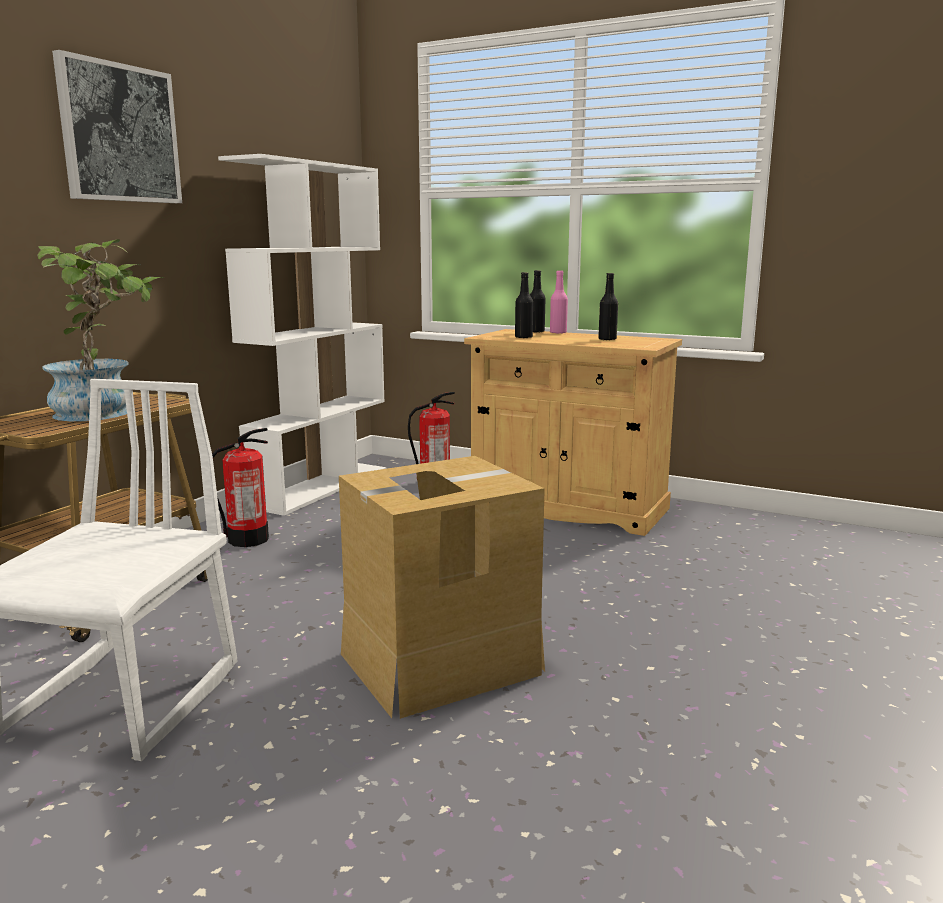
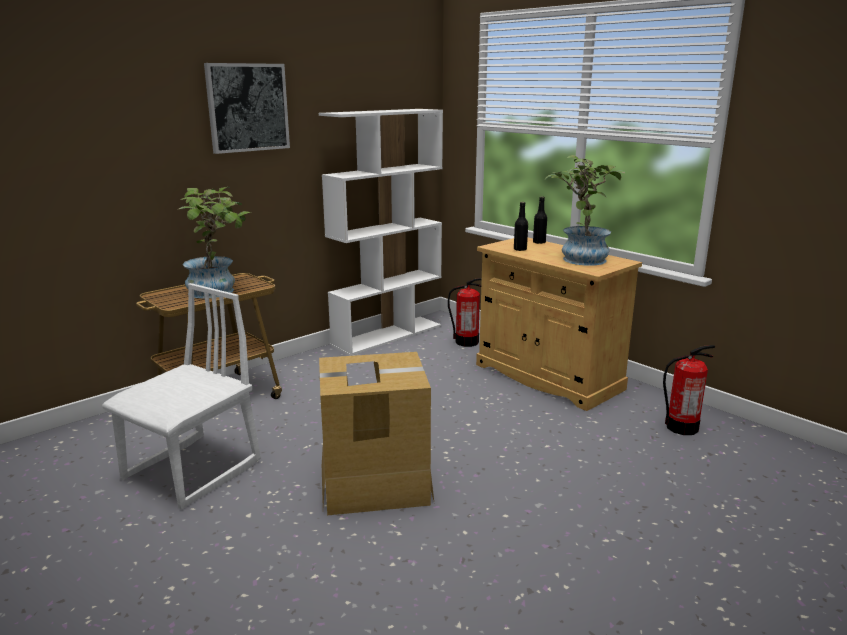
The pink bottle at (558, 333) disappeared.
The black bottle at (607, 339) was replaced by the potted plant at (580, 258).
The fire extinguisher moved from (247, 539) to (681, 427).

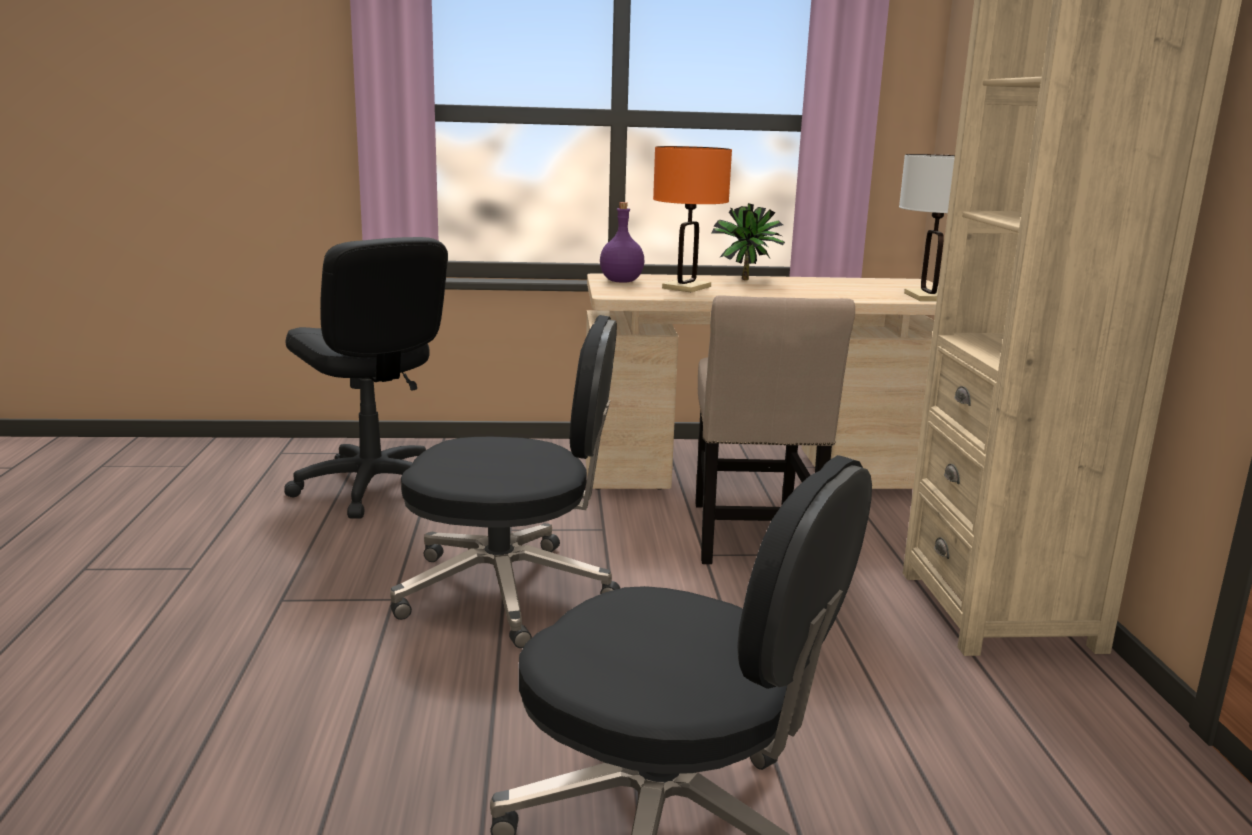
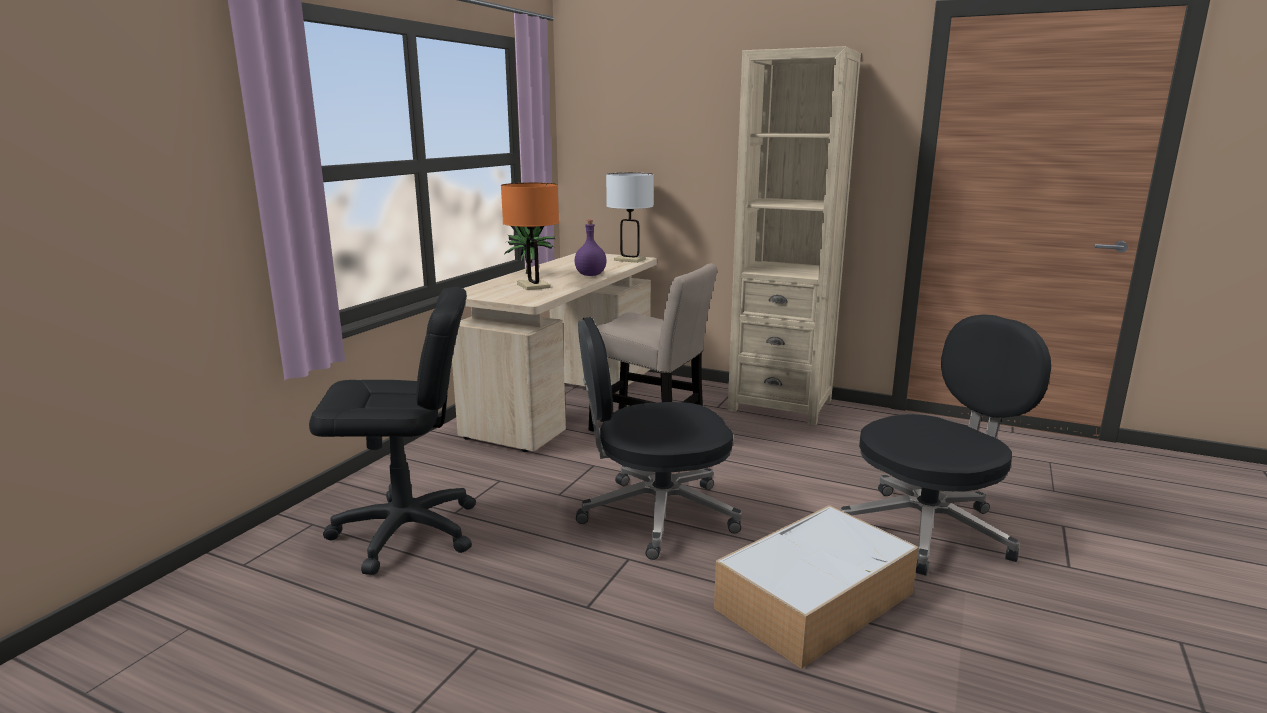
The purple bottle moved from (620, 281) to (590, 275).
The black office chair at (509, 591) turned 135 degrees counterclockwise.
The storage box at (816, 599) appeared.

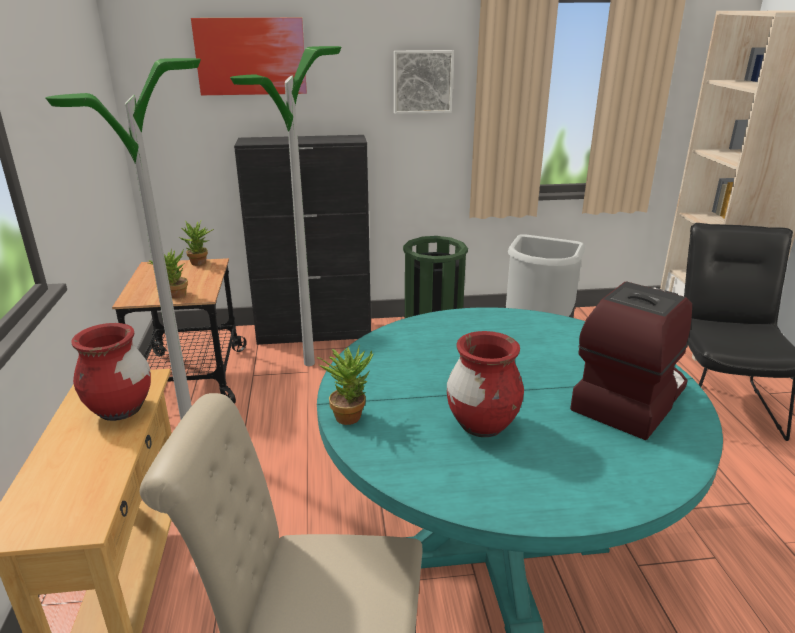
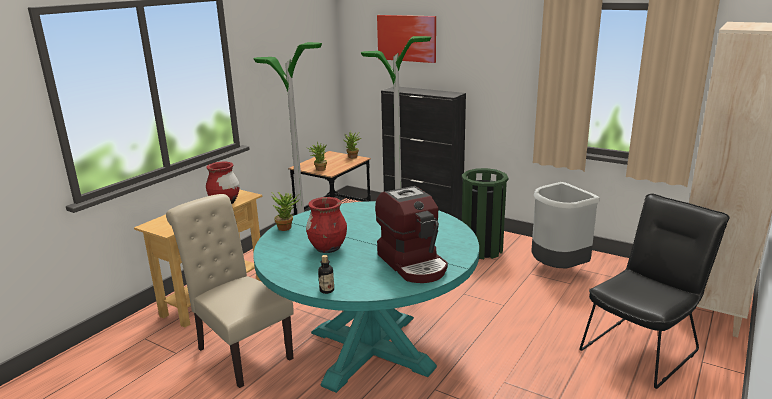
The picture at (422, 81) disappeared.
The coffee machine at (628, 398) turned 75 degrees clockwise.
The bottle at (327, 290) appeared.

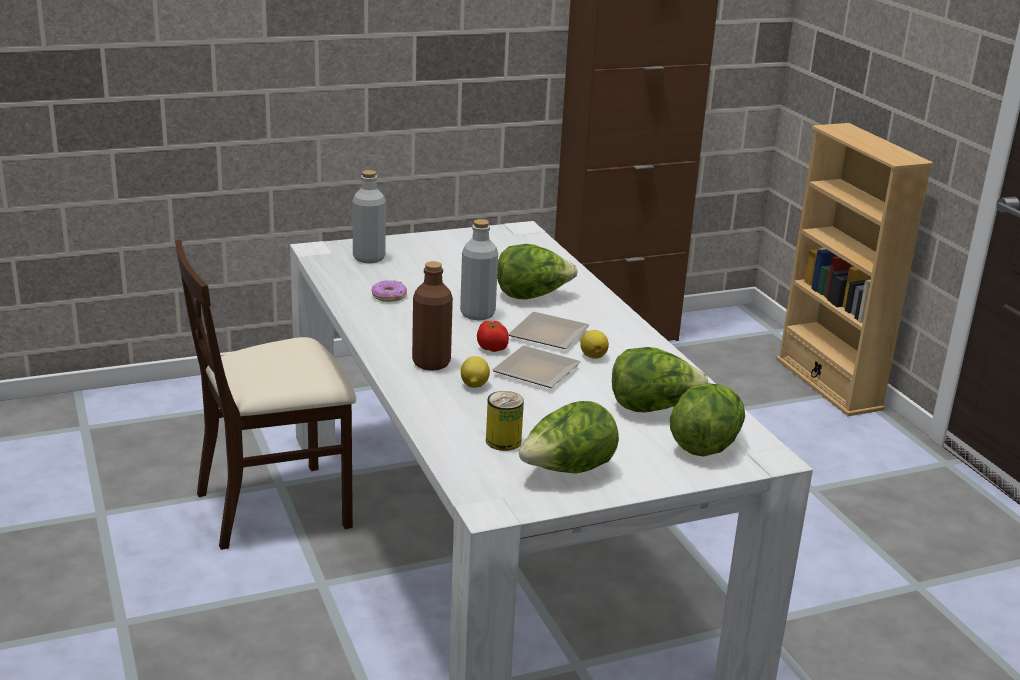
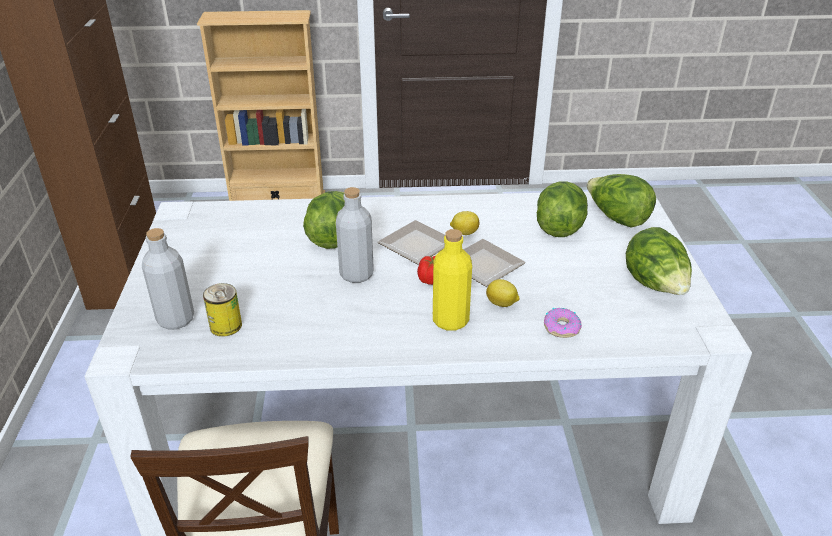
The brown bottle at (431, 363) became the yellow bottle at (450, 320).
The donut moved from (389, 296) to (561, 327).
The can moved from (503, 441) to (226, 326).

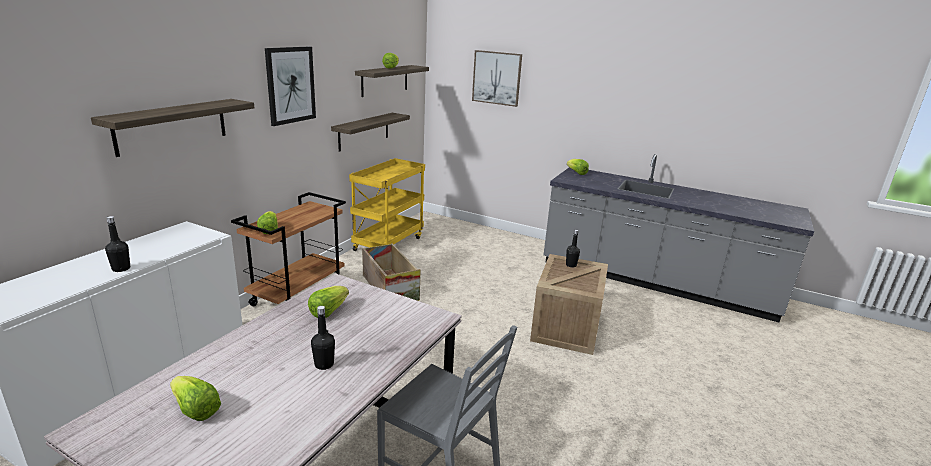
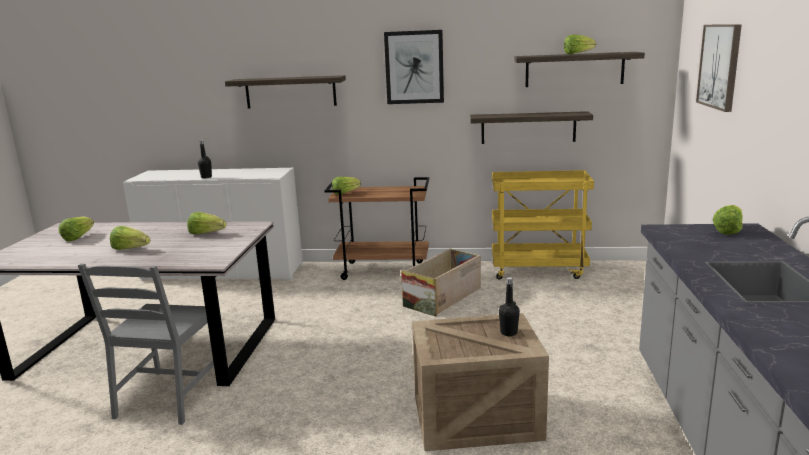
The black bottle at (324, 364) was replaced by the lettuce at (130, 249).

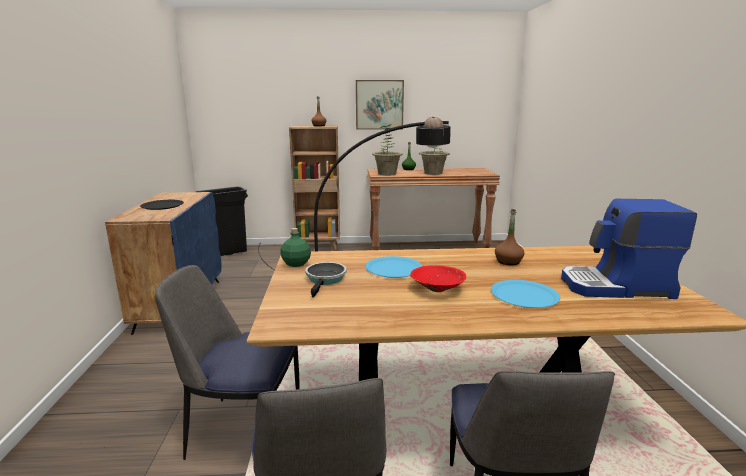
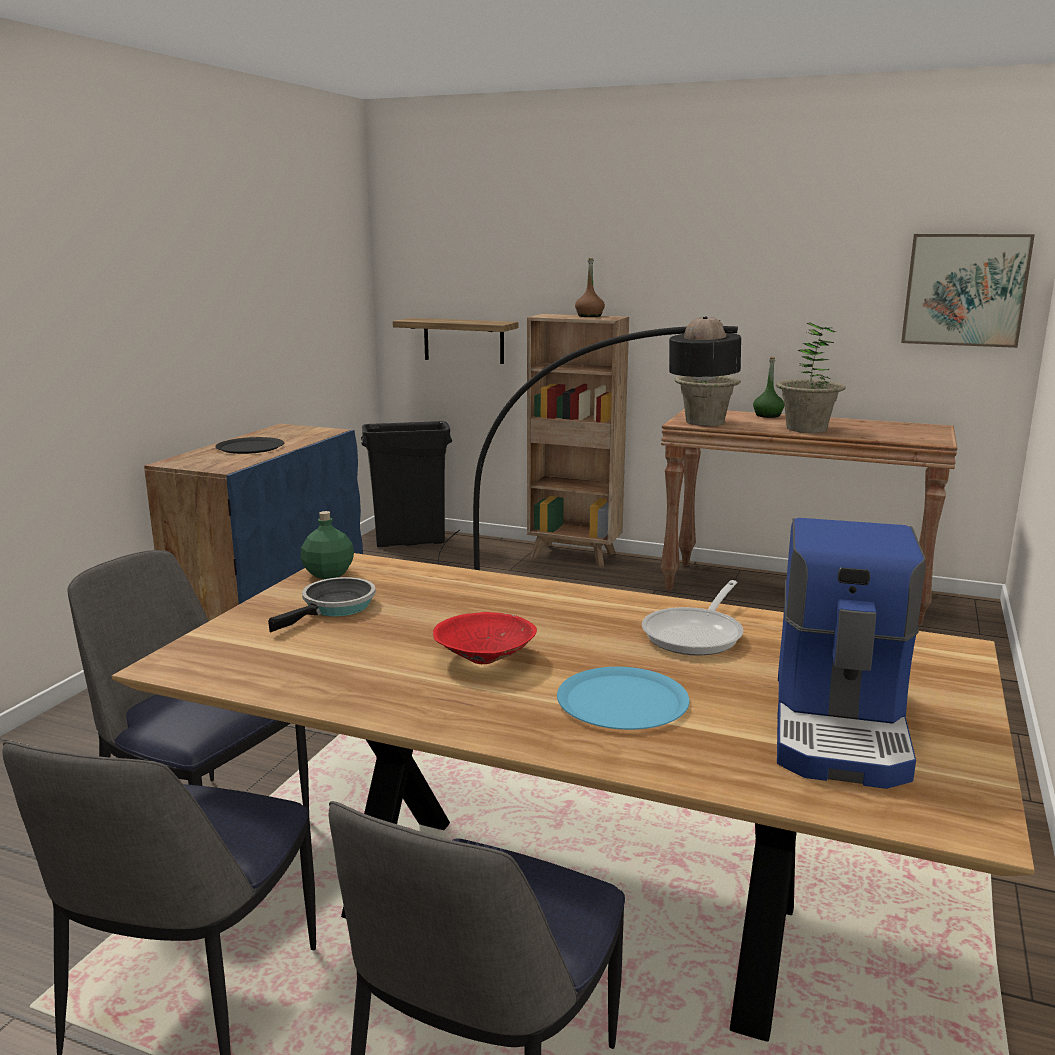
The picture moved from (379, 105) to (965, 290).
The coffee machine at (616, 287) turned 105 degrees counterclockwise.
The brown bottle at (508, 261) was replaced by the frying pan at (696, 634).
The blue plate at (393, 268) disappeared.
The shelf at (463, 340) appeared.

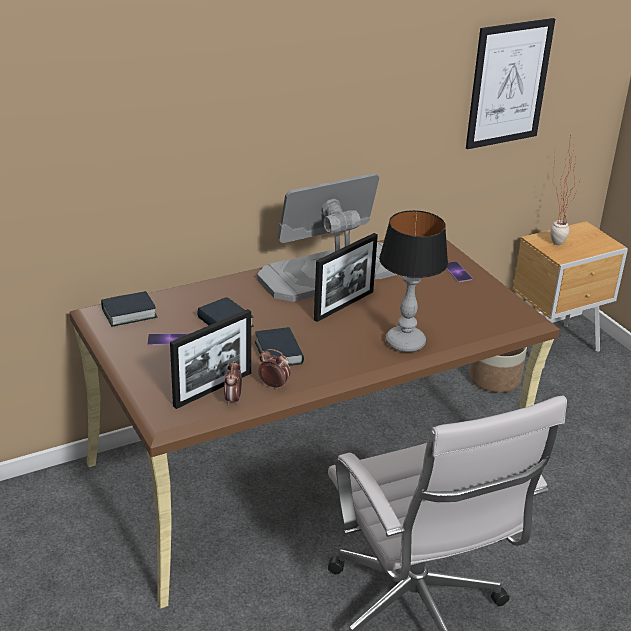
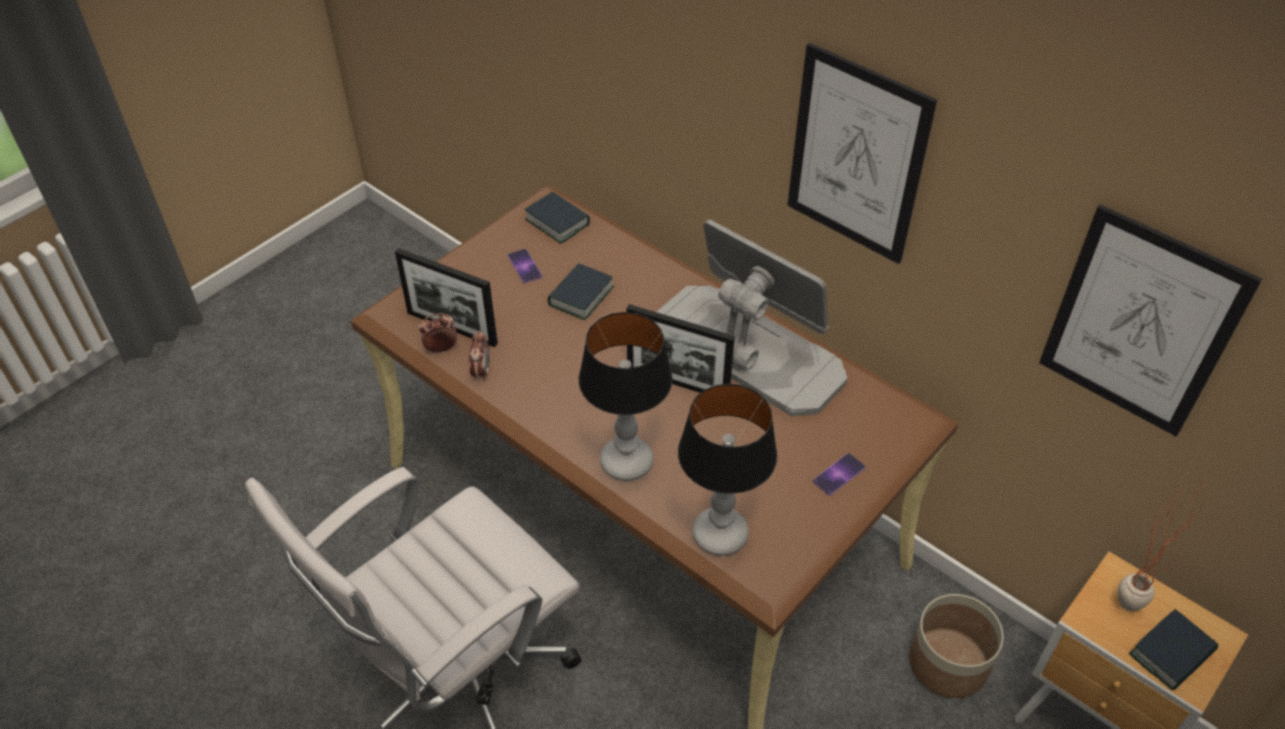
The book moved from (279, 353) to (1171, 654).
The picture at (857, 156) appeared.
The table lamp at (720, 533) appeared.

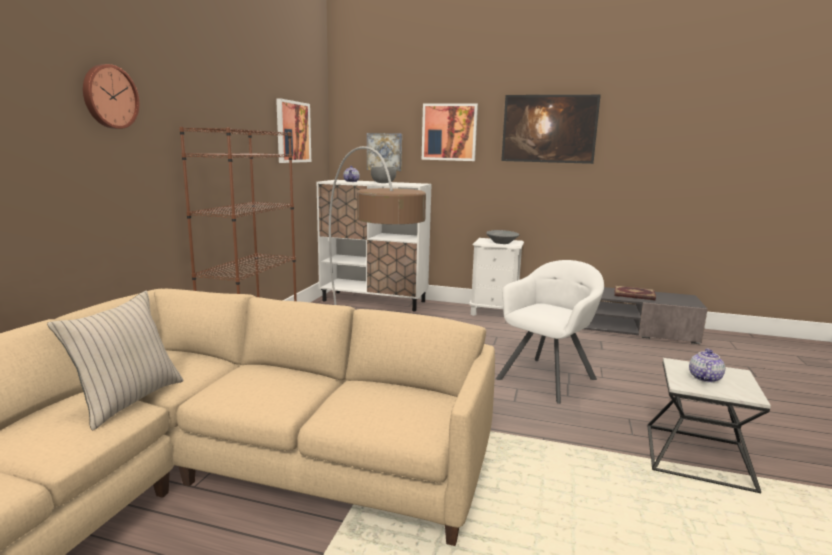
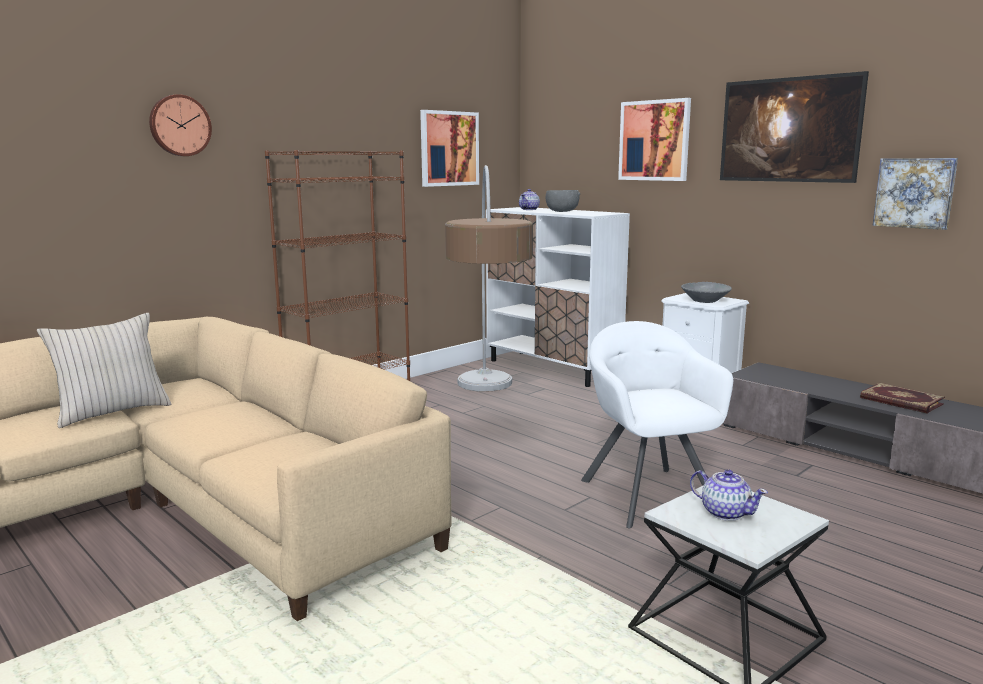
The picture moved from (385, 152) to (914, 193).
The white armchair at (547, 379) turned 90 degrees counterclockwise.
The teapot at (704, 378) turned 75 degrees clockwise.

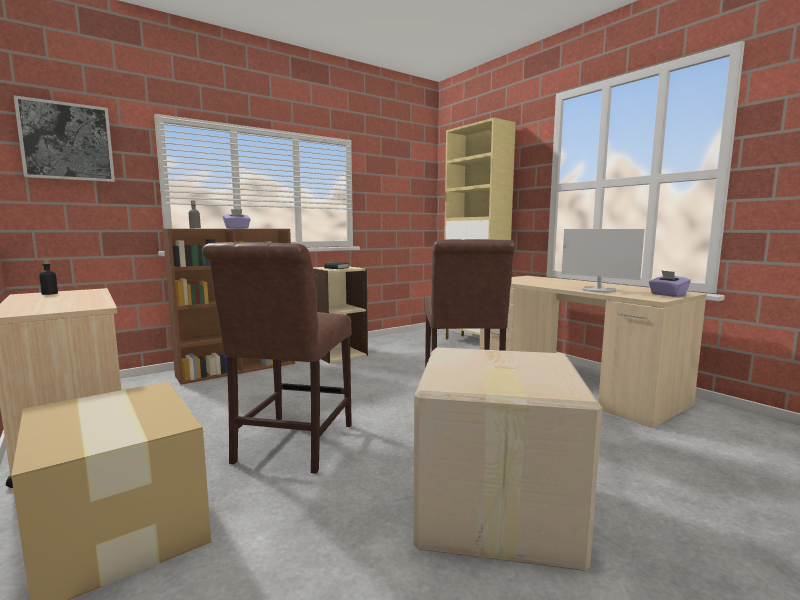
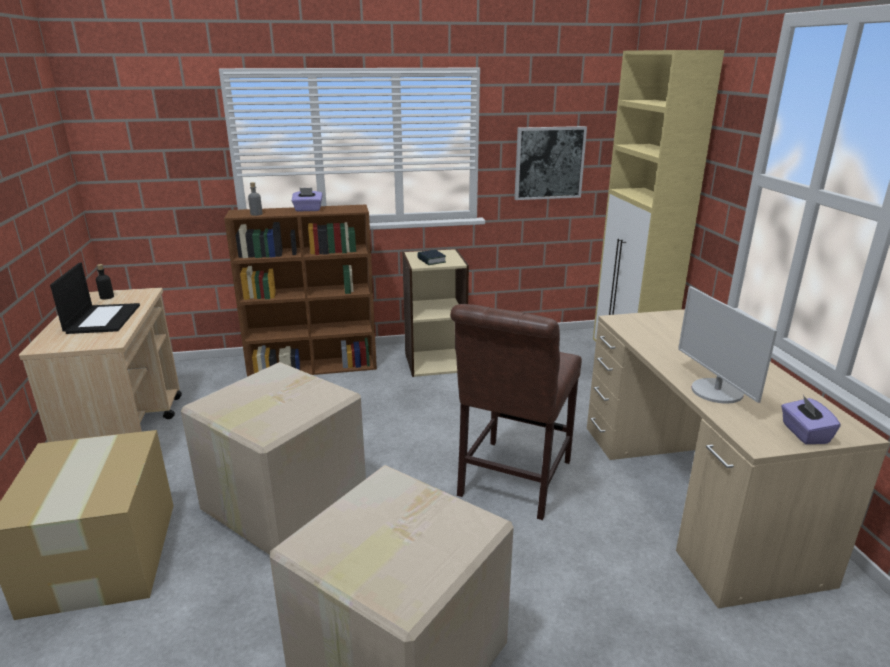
The picture moved from (67, 141) to (549, 163).
The brown chair at (290, 446) was replaced by the cardboard box at (282, 502).
The laptop at (102, 318) appeared.

